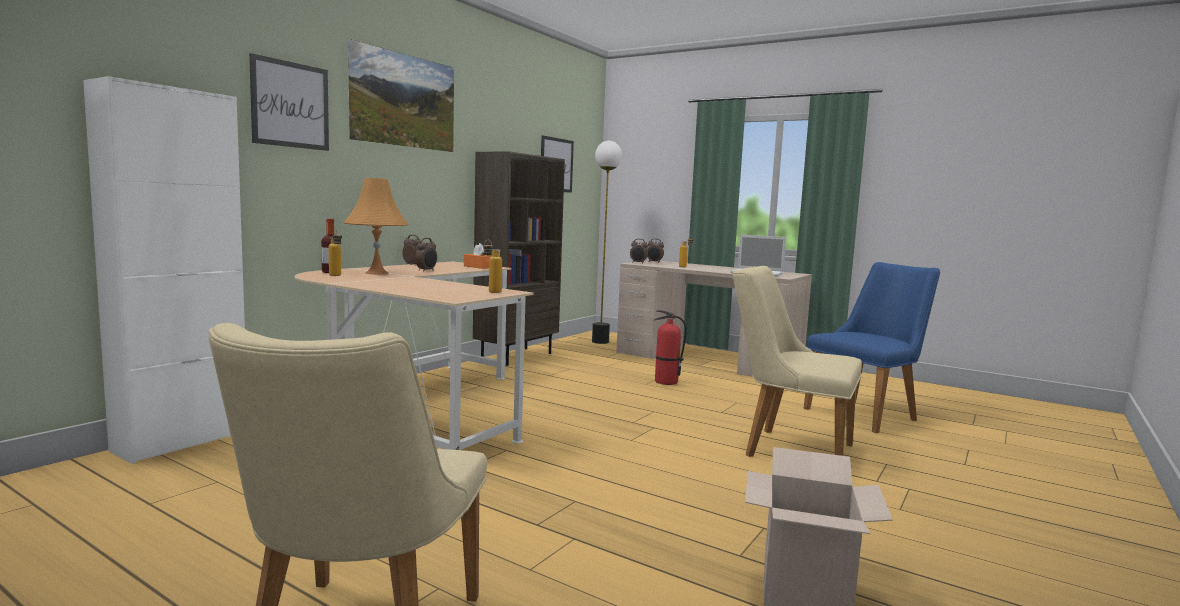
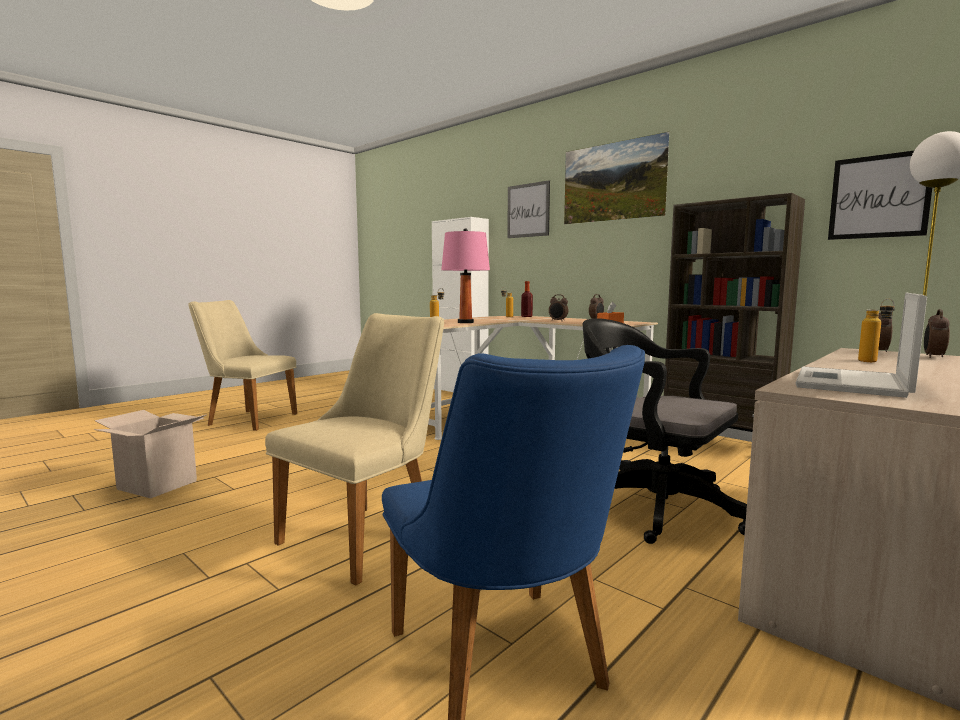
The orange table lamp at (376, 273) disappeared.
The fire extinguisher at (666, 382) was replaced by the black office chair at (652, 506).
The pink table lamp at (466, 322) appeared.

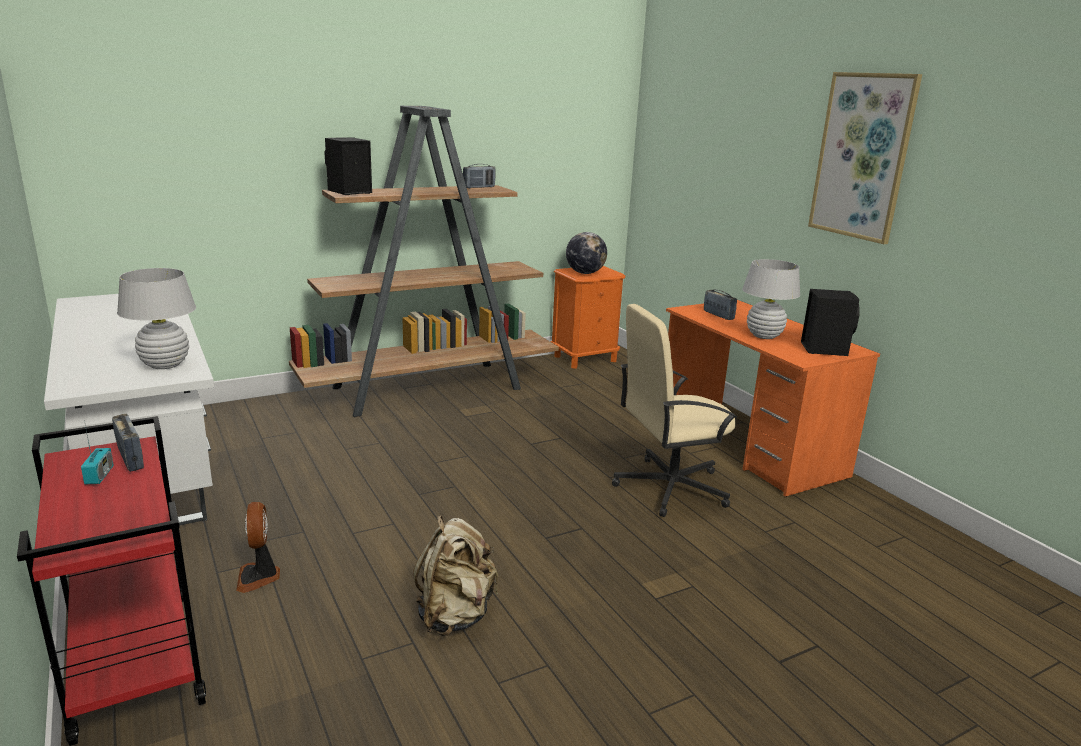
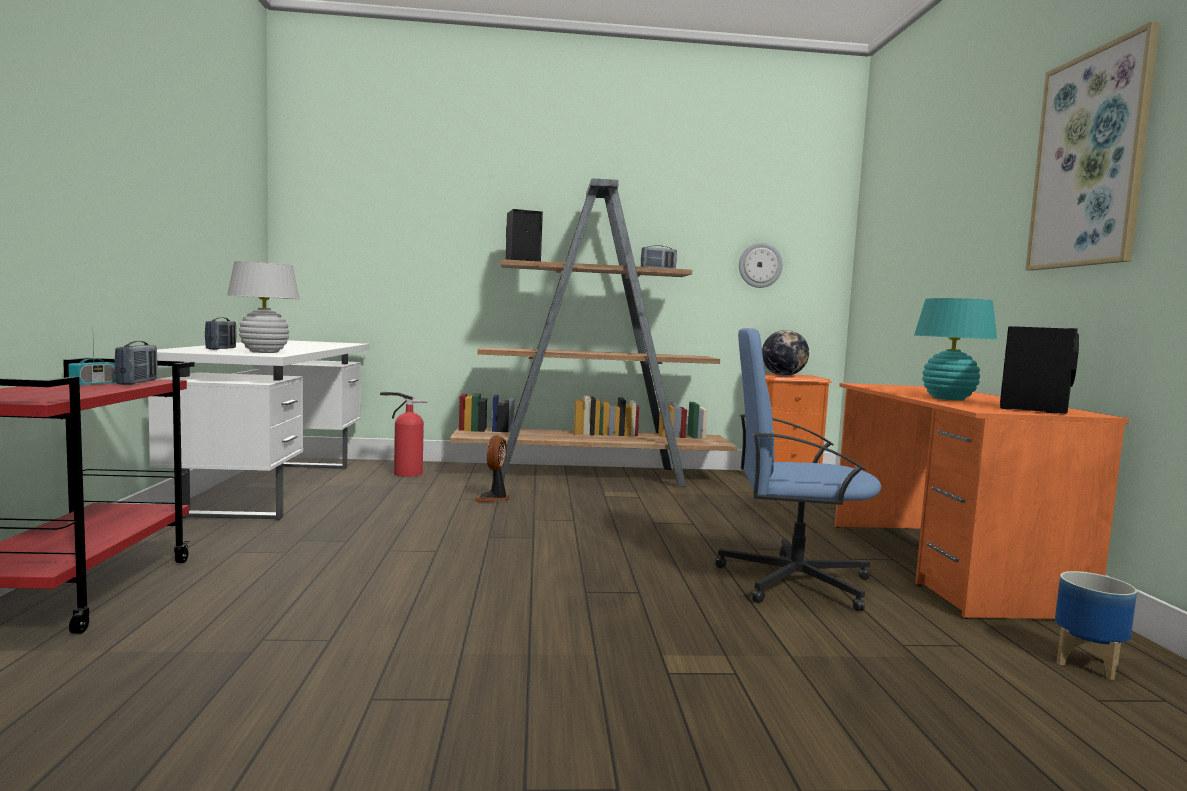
The white table lamp at (763, 336) became the turquoise table lamp at (948, 398).
The radio moved from (718, 315) to (221, 349).
The beige office chair at (669, 487) became the blue office chair at (791, 580).
The fan moved from (259, 577) to (493, 498).
The beige backpack at (455, 615) disappeared.
The wall clock at (760, 265) appeared.
The fire extinguisher at (405, 473) appeared.
The planter at (1088, 664) appeared.

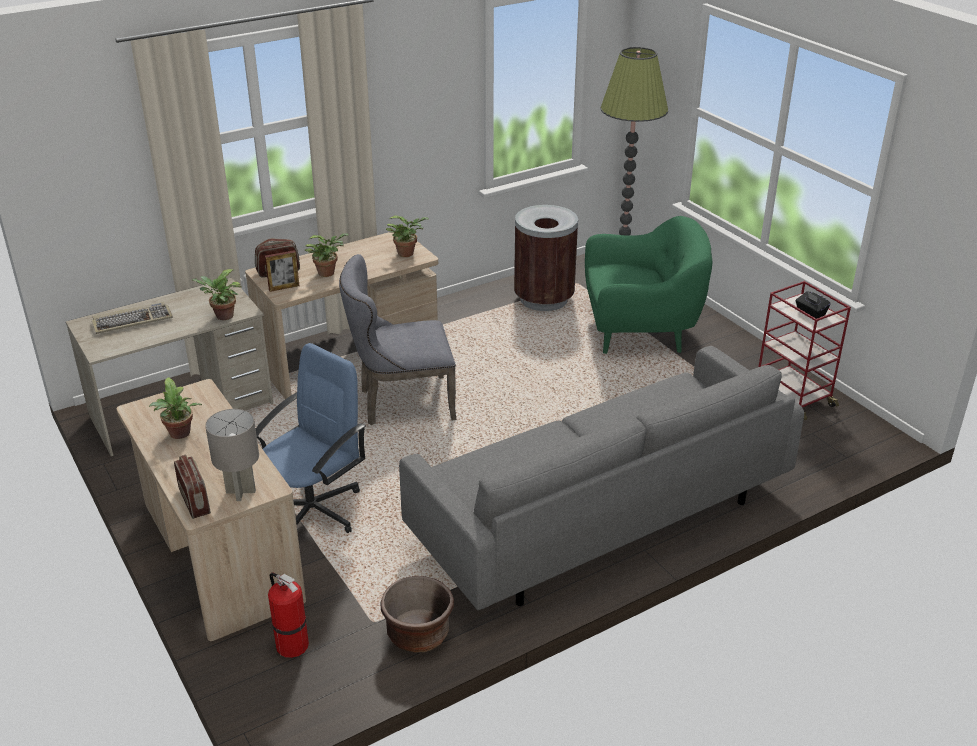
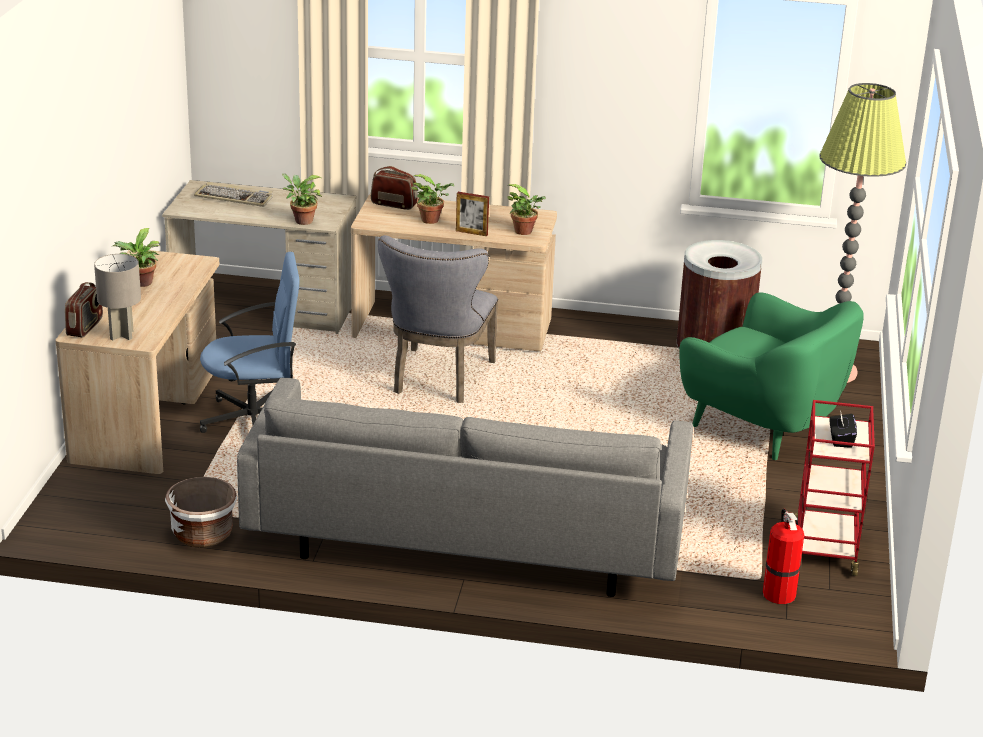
The picture frame moved from (284, 288) to (471, 232).
The grey chair at (400, 404) turned 105 degrees counterclockwise.
The fire extinguisher moved from (291, 644) to (778, 593).
The brown planter at (418, 634) became the white planter at (202, 534).

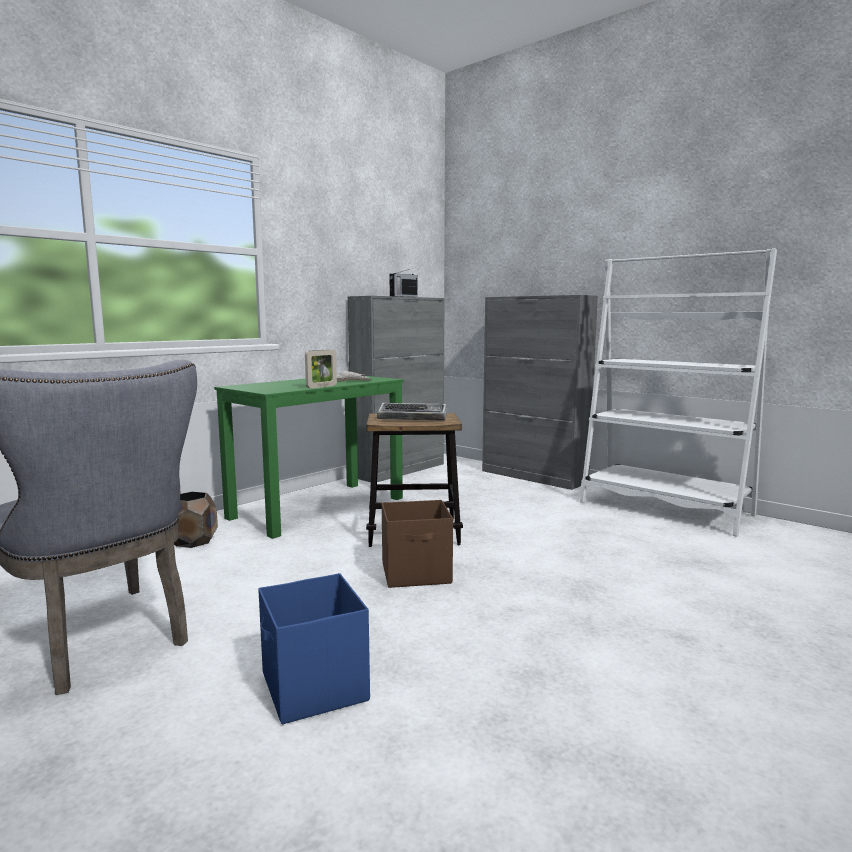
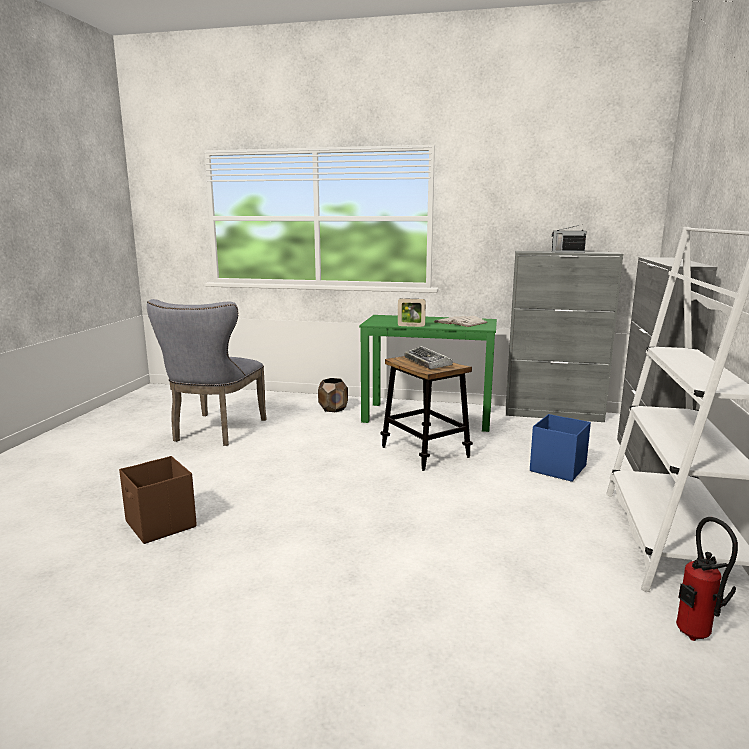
The brown storage box moved from (417, 573) to (160, 525).
The blue storage box moved from (314, 688) to (557, 469).
The fire extinguisher at (695, 637) appeared.

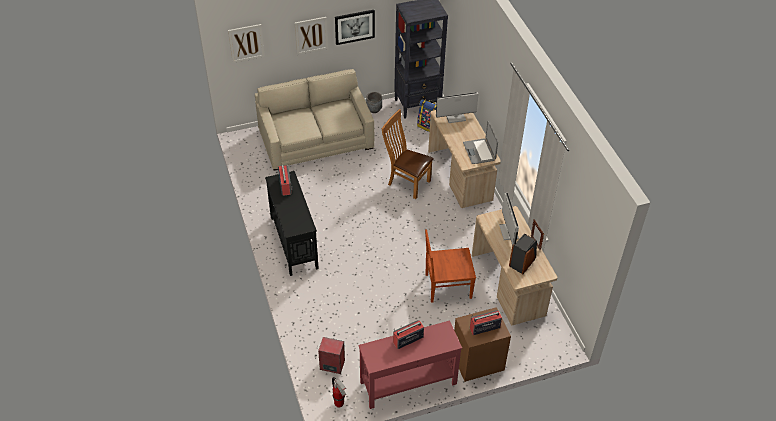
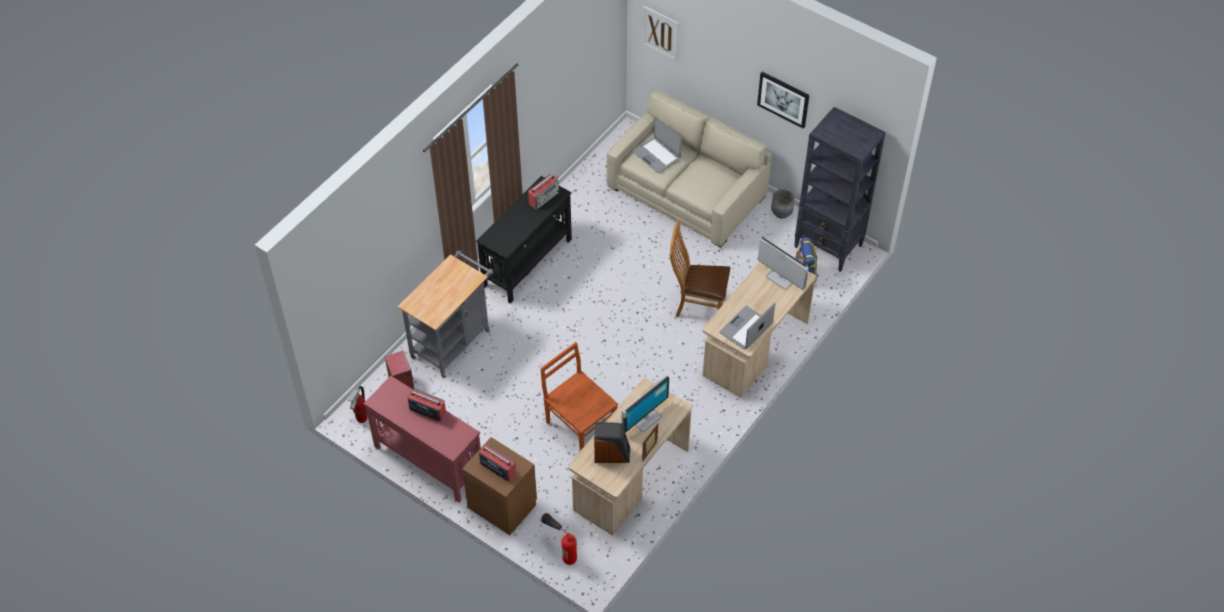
The picture at (311, 35) disappeared.
The brown chair at (406, 182) turned 75 degrees counterclockwise.
The laptop at (656, 155) appeared.
The grey cart at (453, 340) appeared.
The fire extinguisher at (561, 549) appeared.

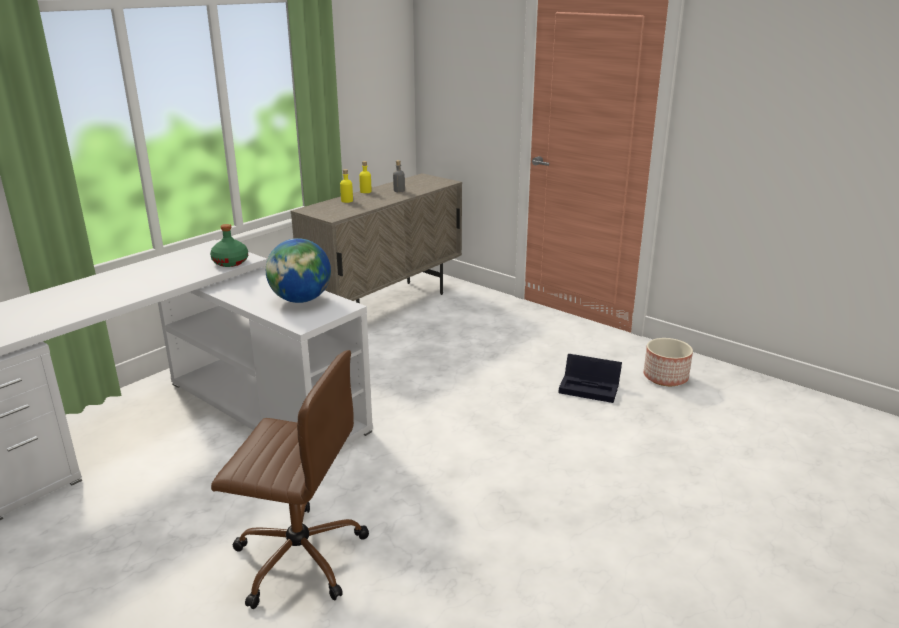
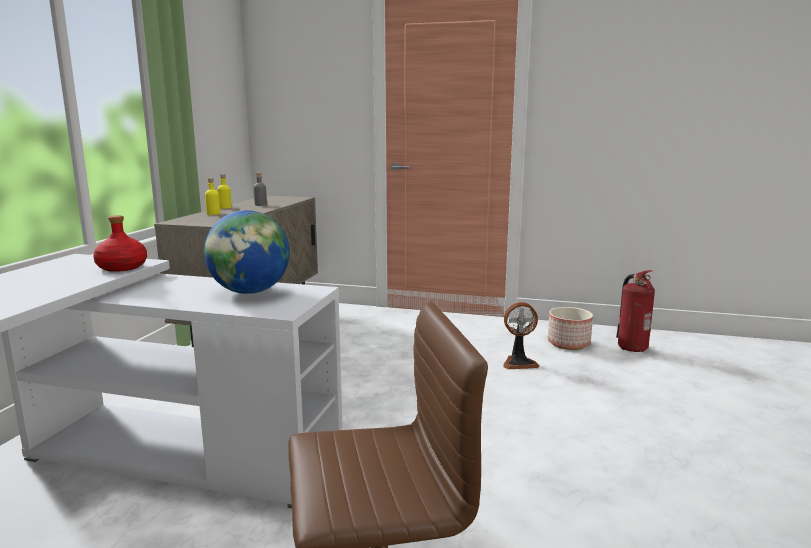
The green bottle at (230, 262) became the red bottle at (122, 267).
The black storage box at (591, 387) was replaced by the fan at (518, 363).
The fire extinguisher at (631, 348) appeared.

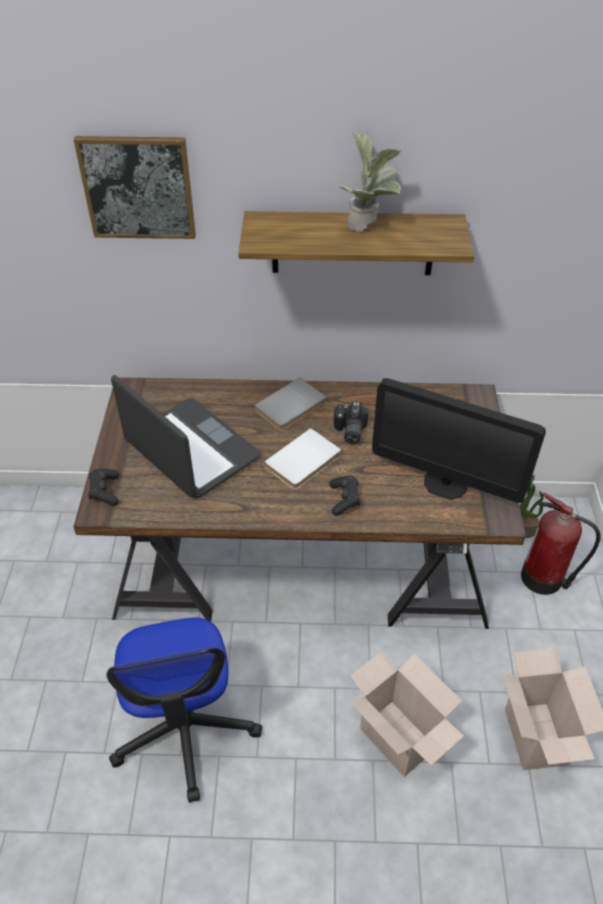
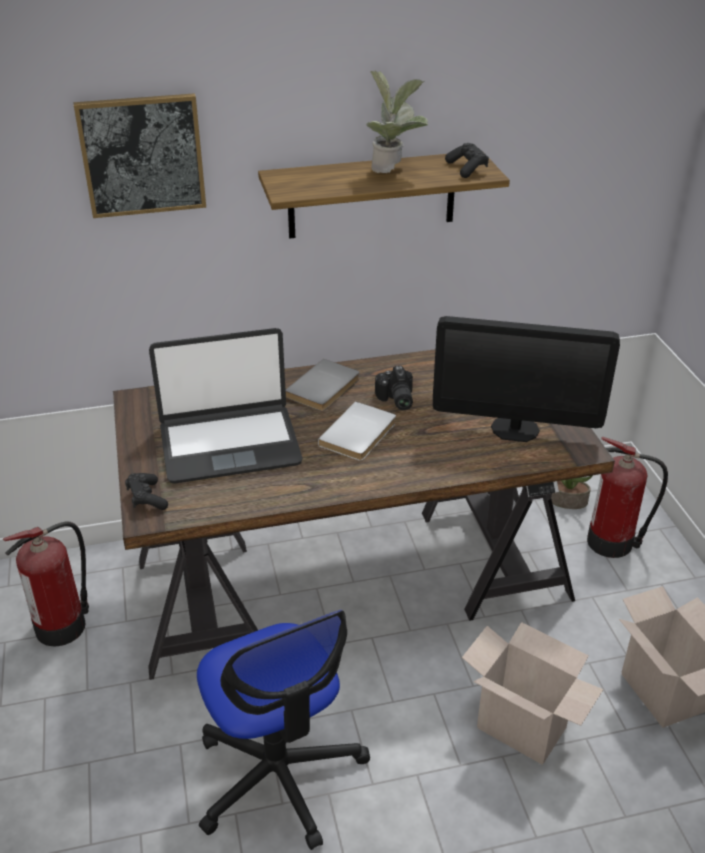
The laptop at (190, 450) turned 135 degrees clockwise.
The black game controller moved from (344, 499) to (467, 169).
The fire extinguisher at (63, 625) appeared.

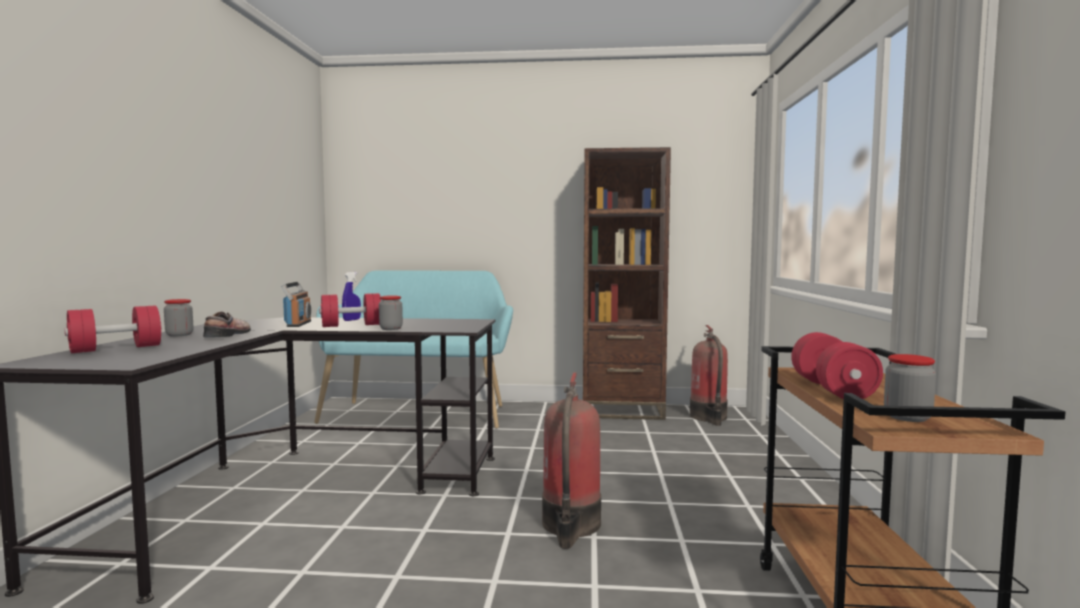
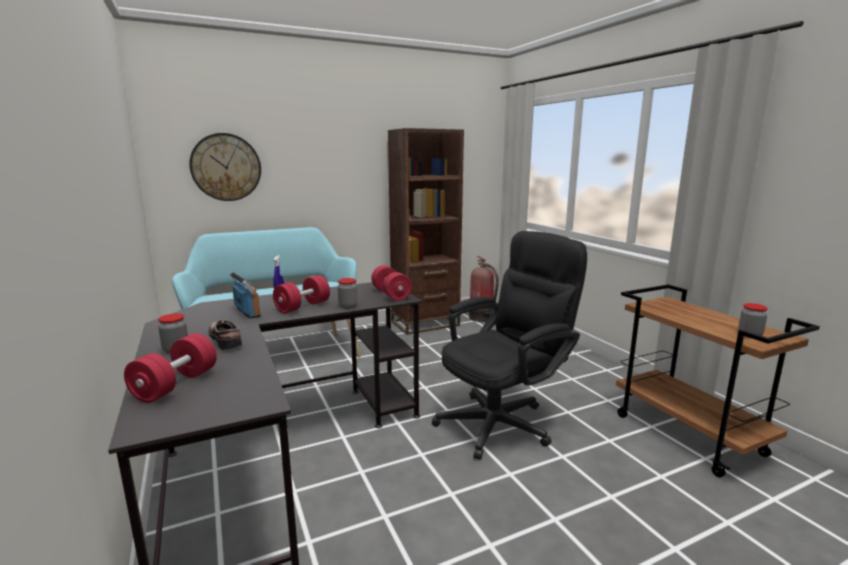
The red dumbbell moved from (832, 389) to (391, 294).
The fire extinguisher at (570, 526) was replaced by the black office chair at (503, 421).
The wall clock at (226, 167) appeared.

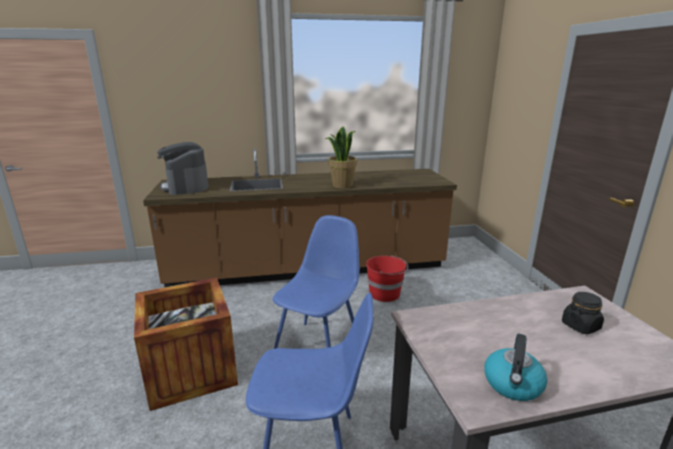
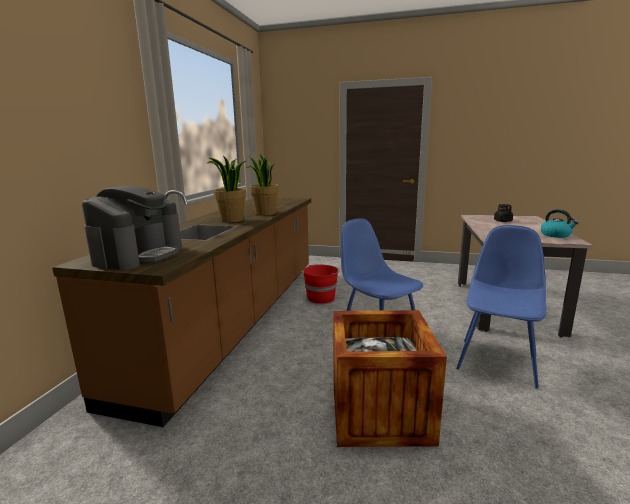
The coffee machine at (186, 187) turned 75 degrees counterclockwise.
The potted plant at (232, 220) appeared.

